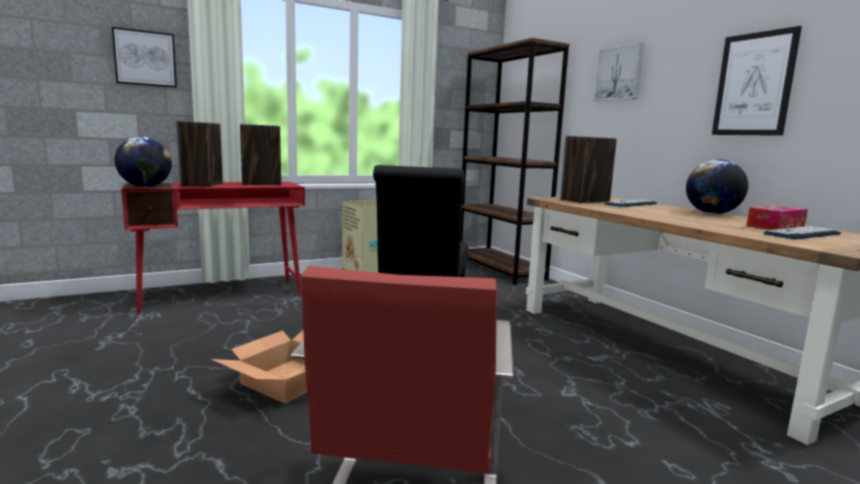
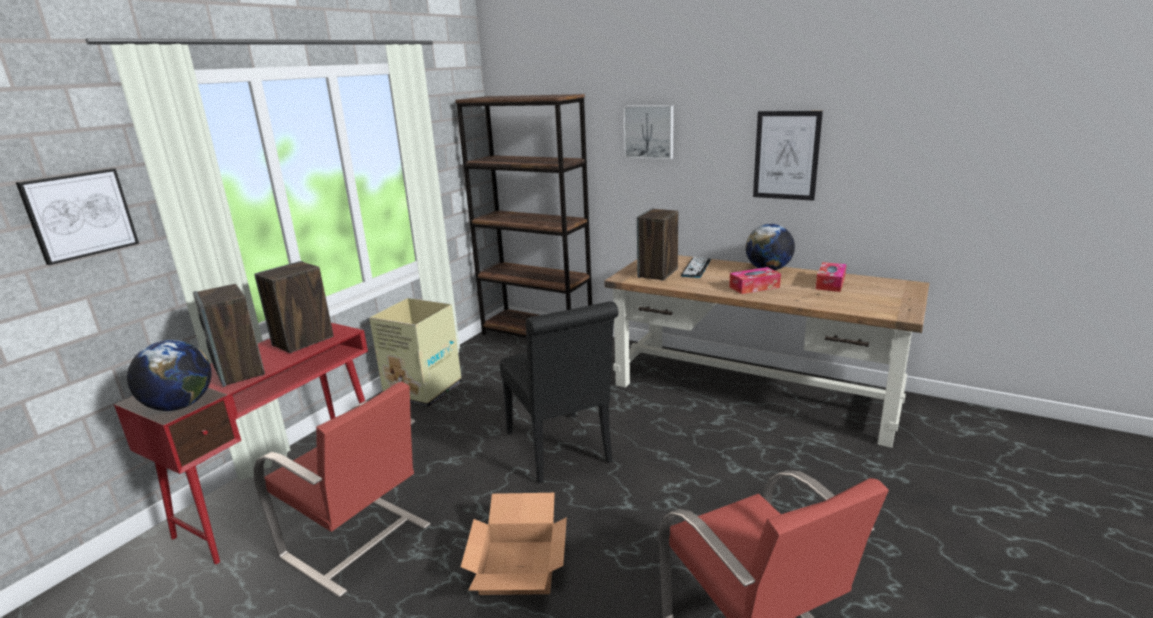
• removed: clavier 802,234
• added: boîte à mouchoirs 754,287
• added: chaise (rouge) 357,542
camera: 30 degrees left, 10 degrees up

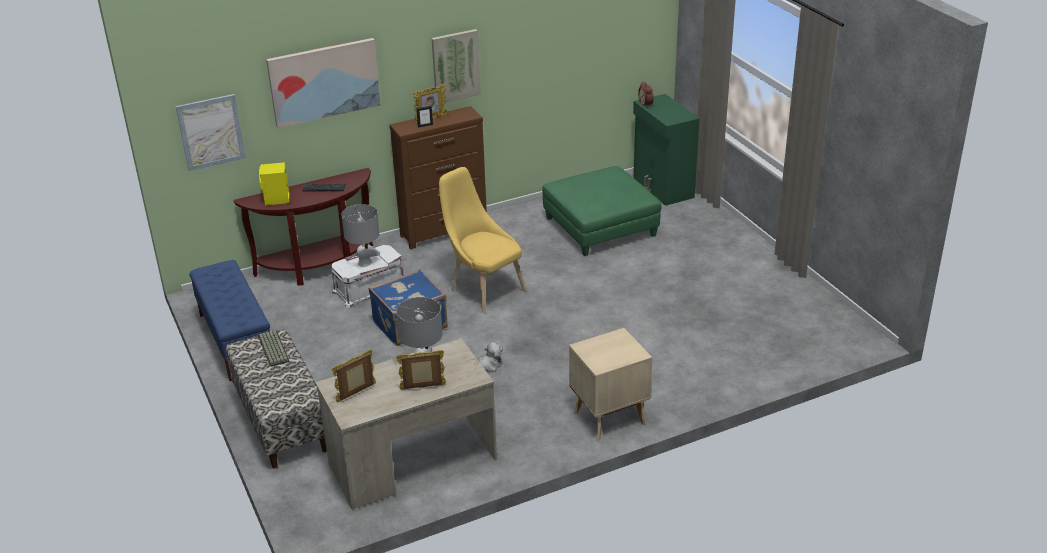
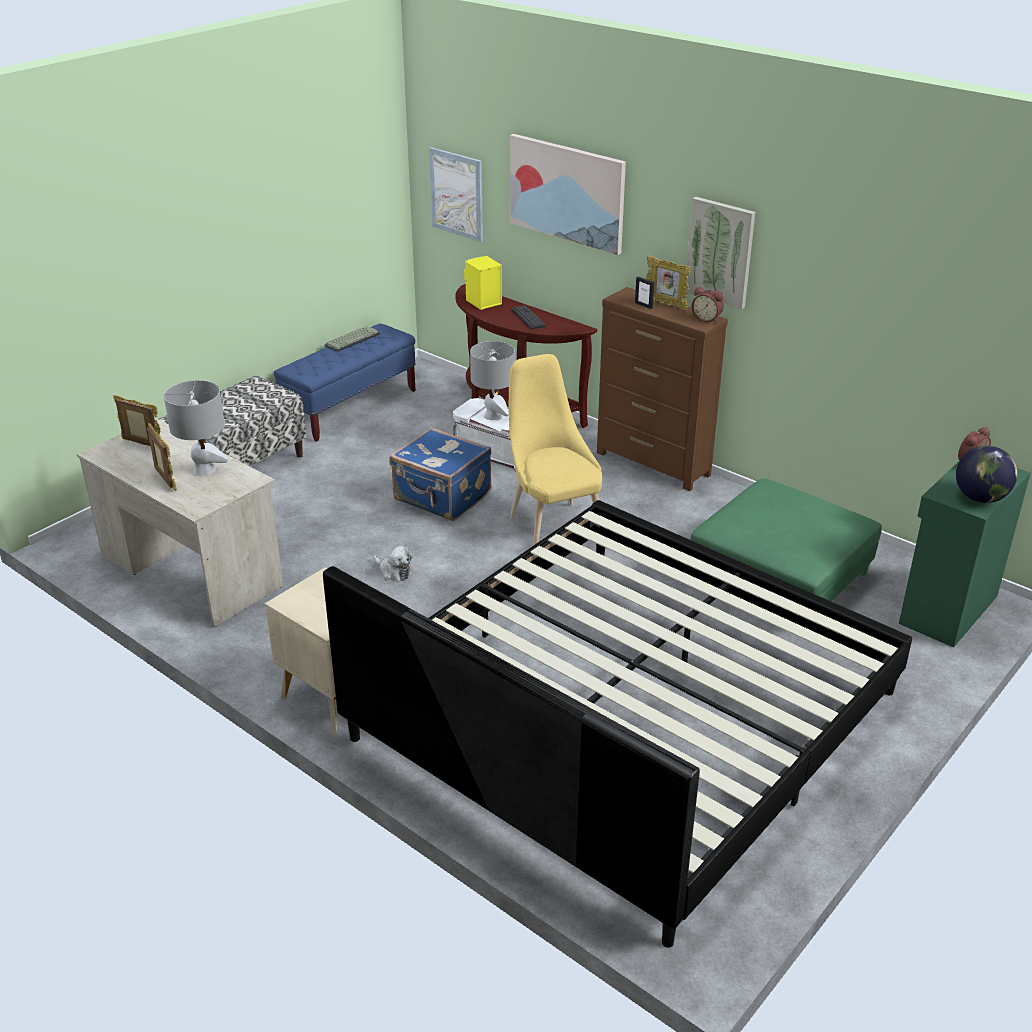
• turned: chaise (jaune) 483,289 = 552,525 45 degrees counterclockwise
• moved: clavier 272,348 to 352,339
• added: réveil 707,318
• added: globe 980,498
• added: lit 626,715
camera: 65 degrees right, 0 degrees up

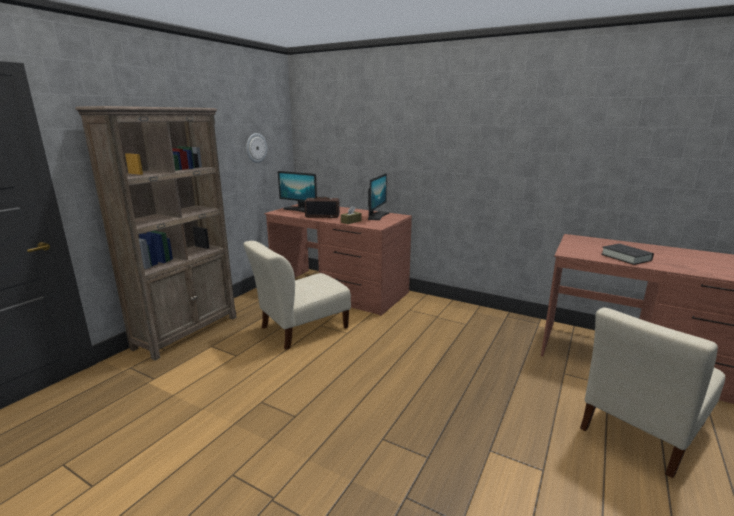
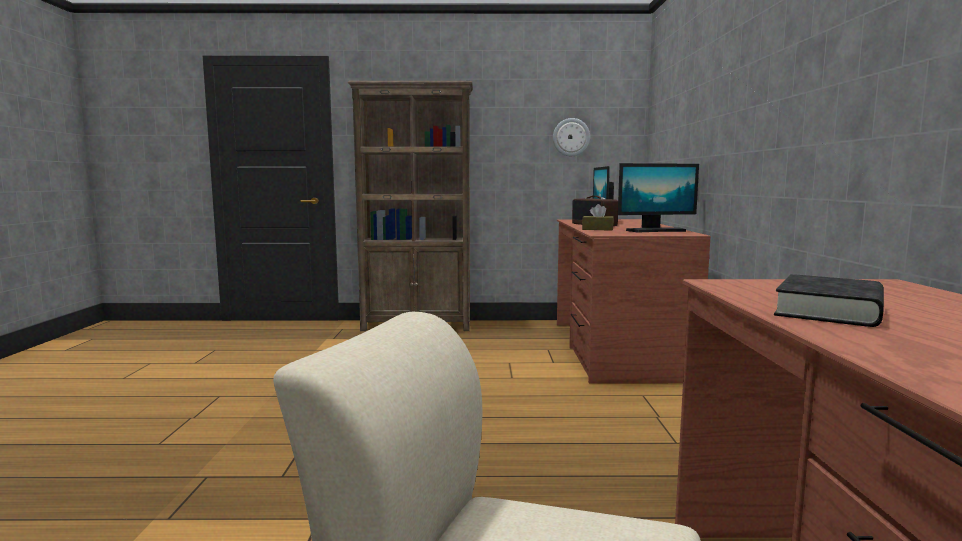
• removed: chaise (beige) 301,329
camera: 60 degrees right, 10 degrees down

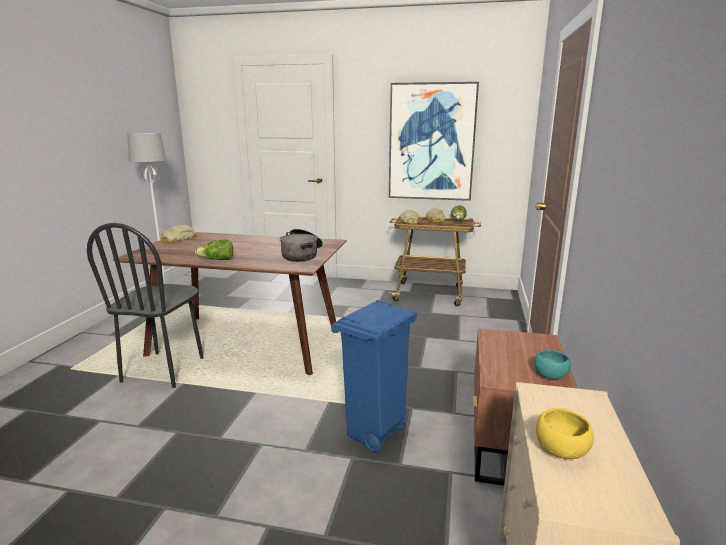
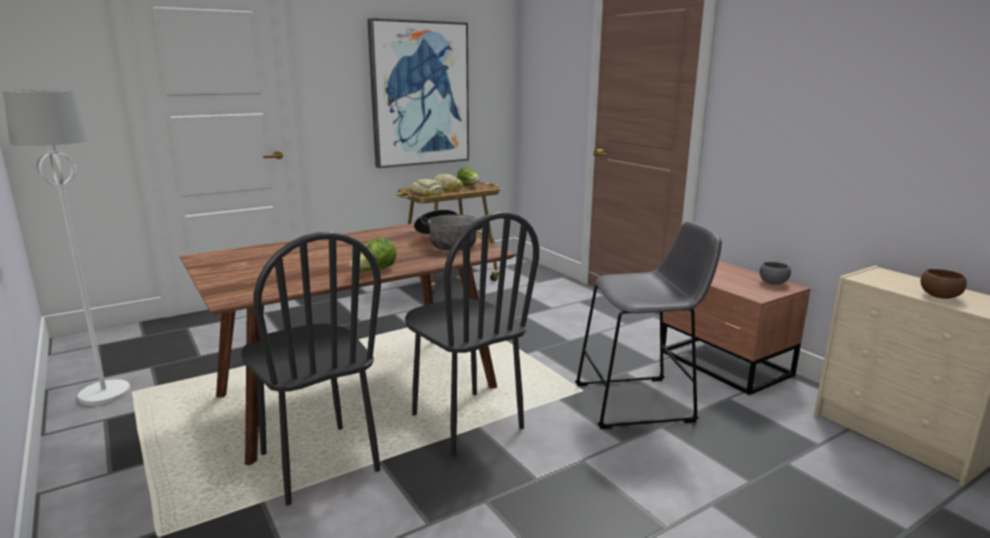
• removed: pain 178,239
• replaced: poubelle (bleu) 374,434 to tabouret (gris) 640,402
• recoloured: bol (turquoise) 551,376 to bol (gris) 773,283
• recoloured: bol (jaune) 560,451 to bol (marron) 939,297
• added: chaise (noir) 466,422
camera: 45 degrees left, 0 degrees up

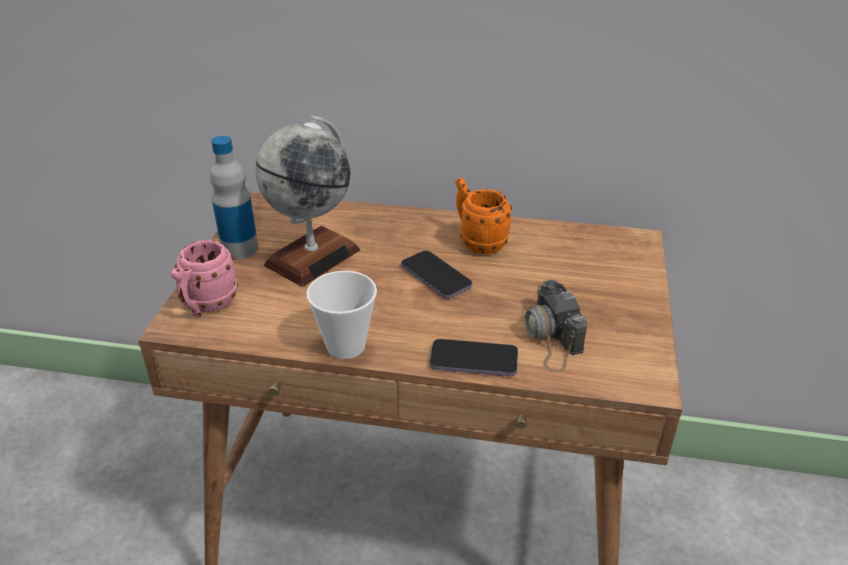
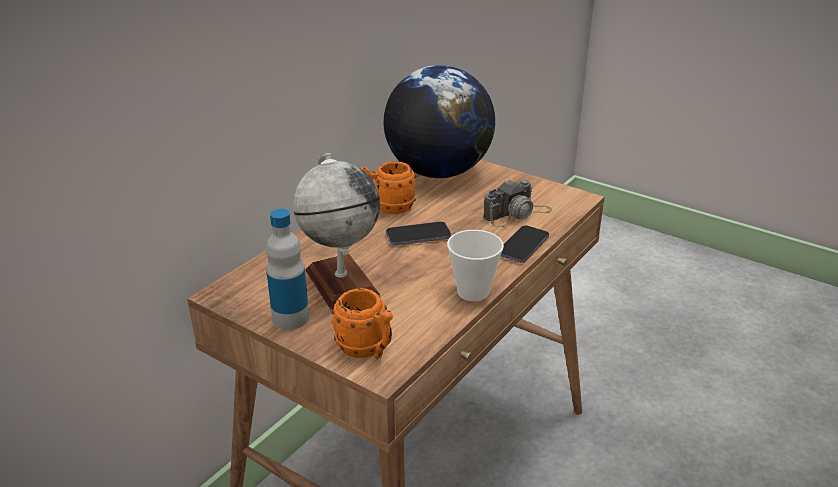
• recoloured: mug (rose) 207,306 to mug (orange) 367,350
• turned: appareil photo 550,336 = 517,214 45 degrees counterclockwise
• added: globe 438,172
camera: 65 degrees left, 5 degrees down

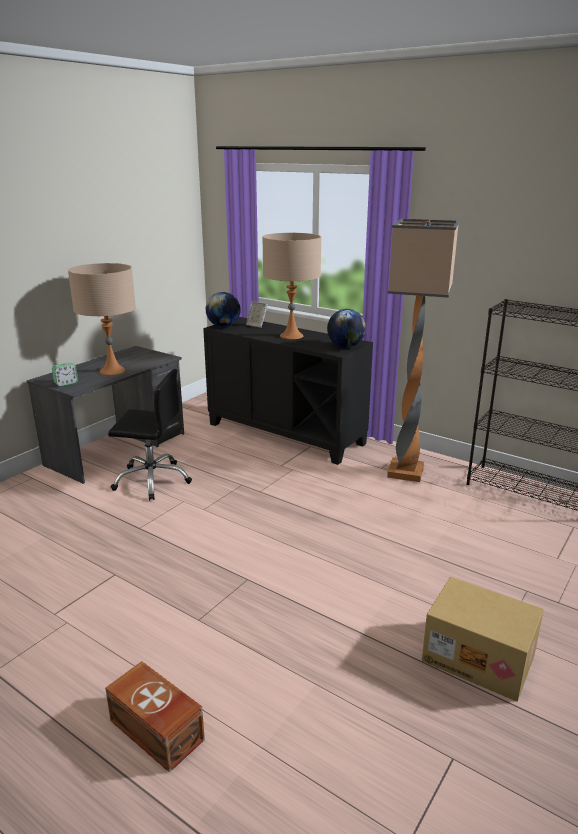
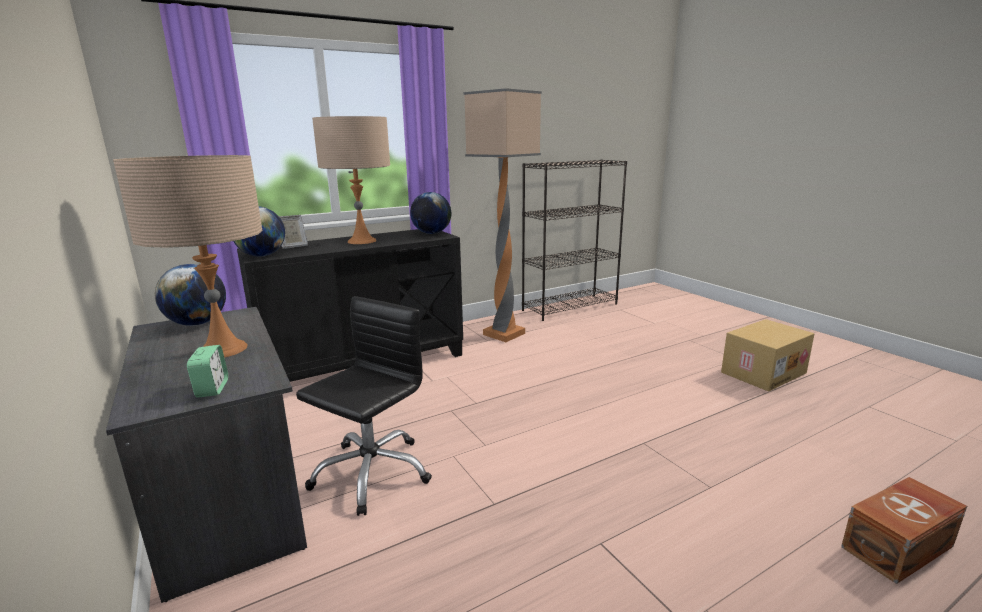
• added: globe 197,323
camera: 65 degrees left, 5 degrees down

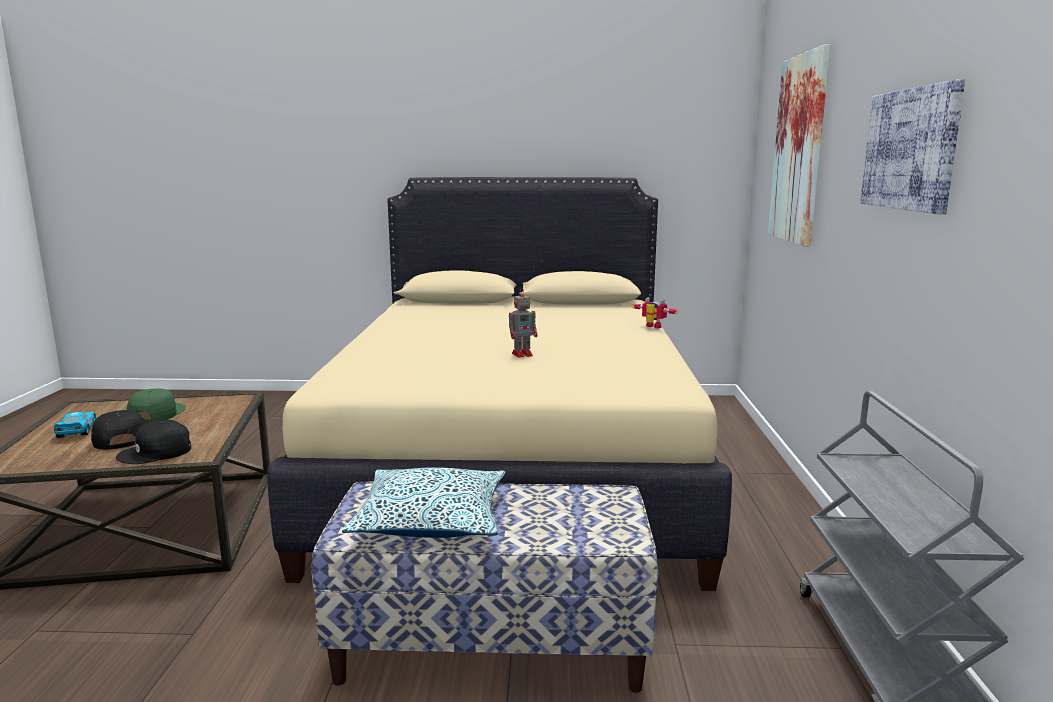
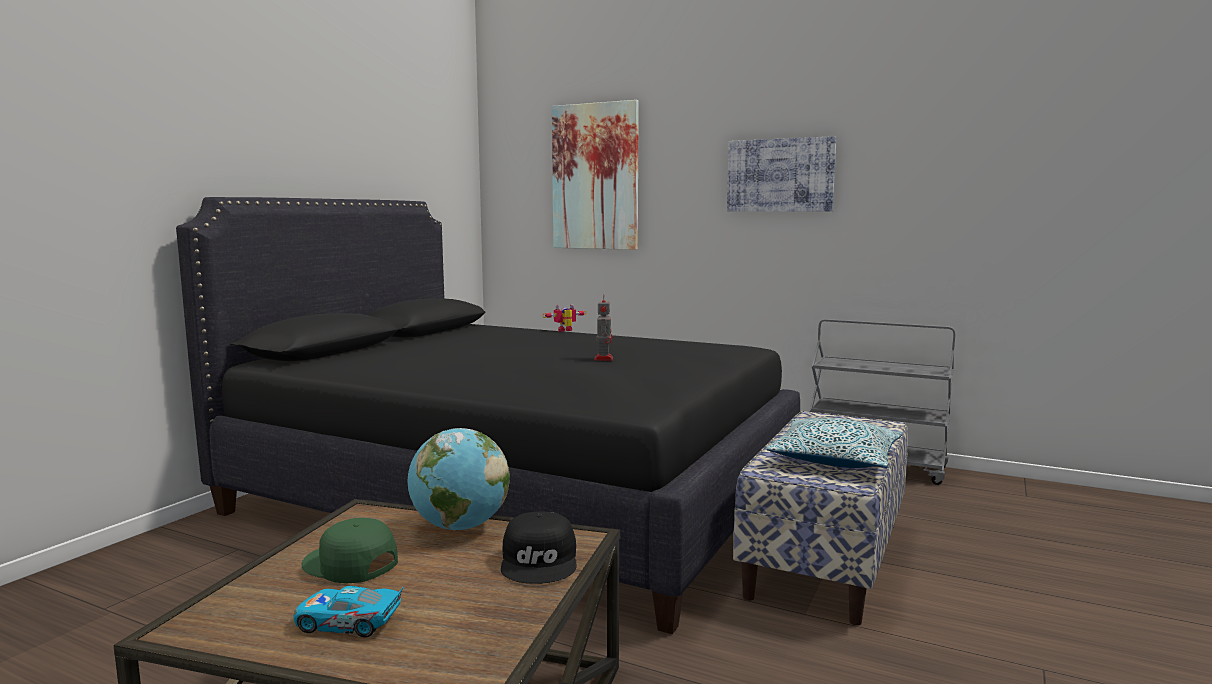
• recoloured: lit (beige) 513,464 to lit (noir) 515,497
• removed: casquette (noir) 118,438
• added: globe 459,527
camera: 65 degrees left, 5 degrees down

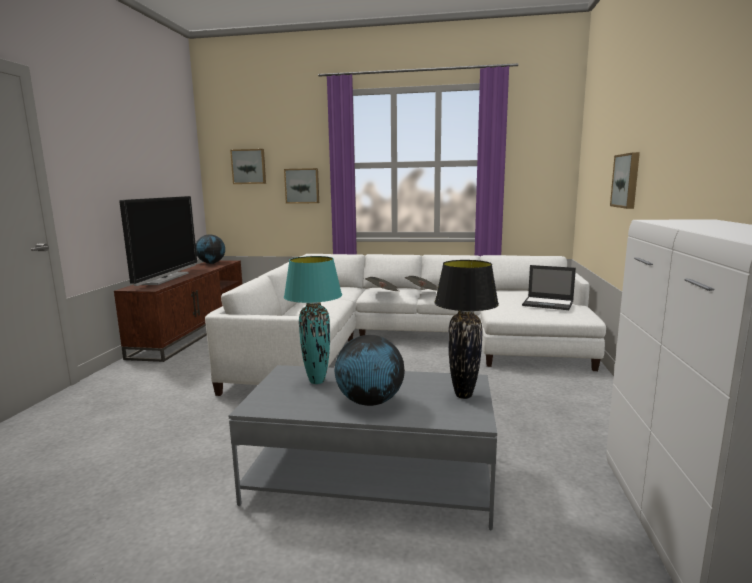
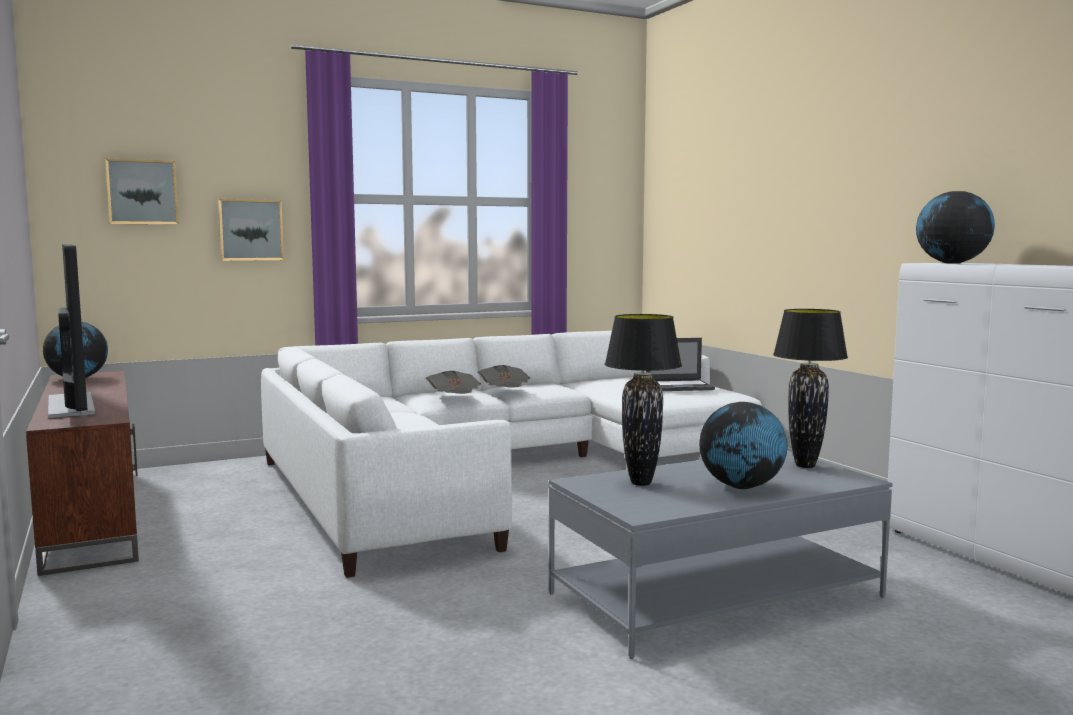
• removed: tableau 627,180
• recoloured: lampe de table (turquoise) 316,381 to lampe de table (noir) 640,483
• added: globe 952,263
camera: 35 degrees left, 5 degrees down

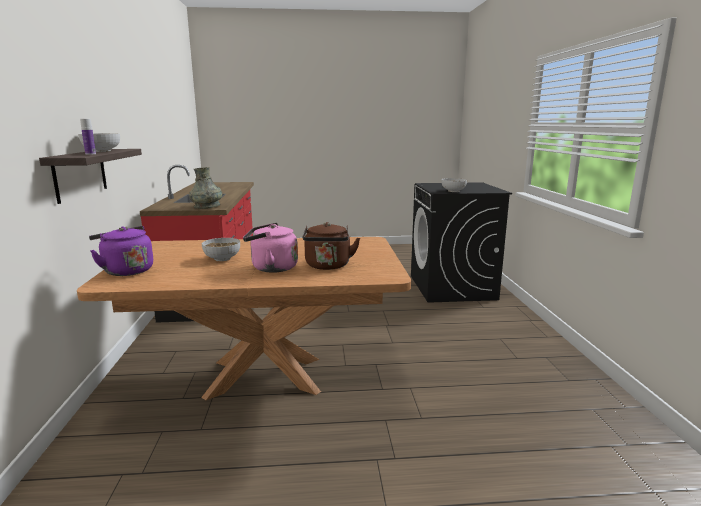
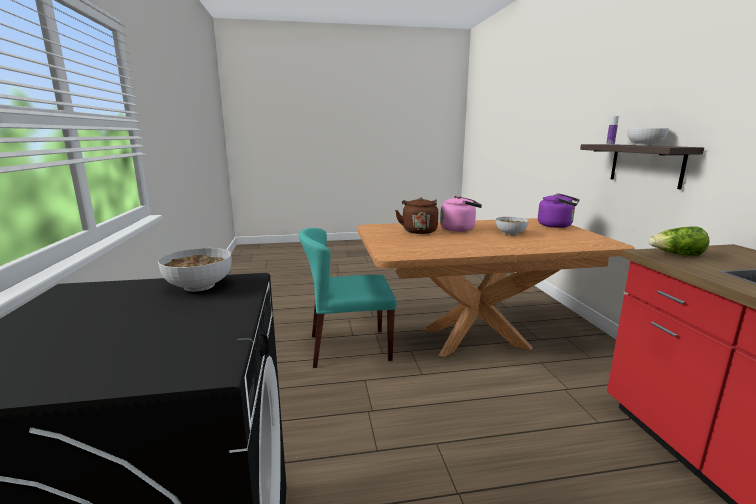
• replaced: vase (gris) 207,206 to laitue 676,255
• added: chaise (turquoise) 349,347
camera: 175 degrees right, 0 degrees up

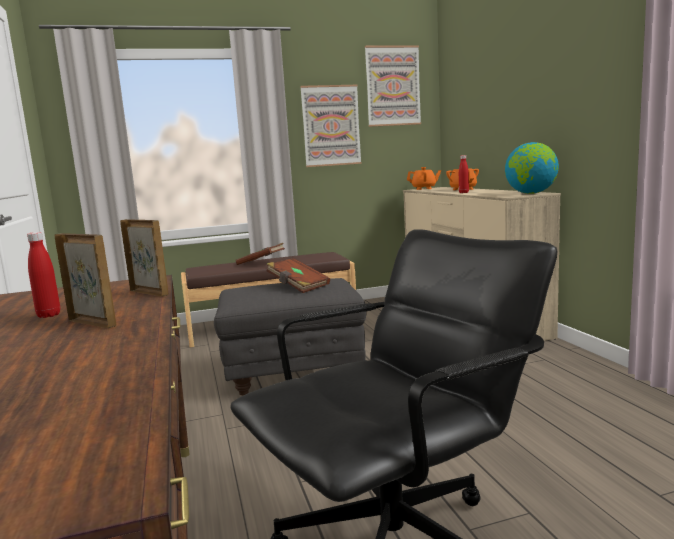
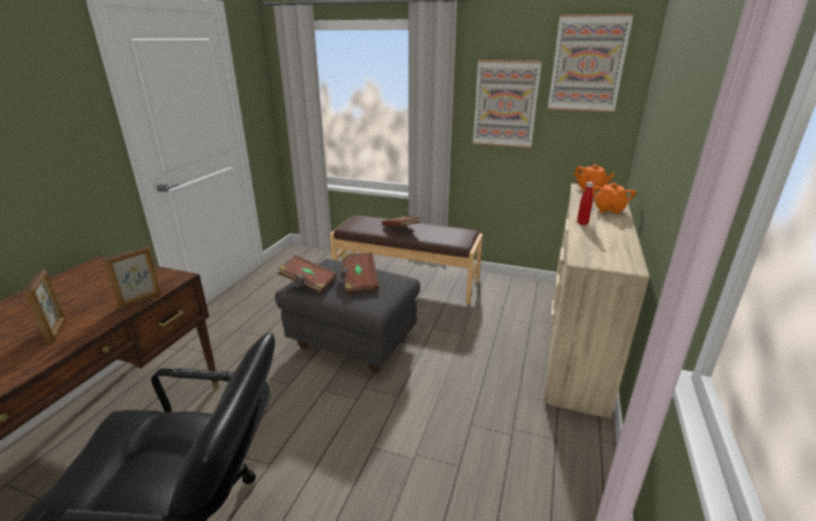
• removed: globe 530,193
• turned: cadre photo 149,293 = 141,299 60 degrees clockwise
• removed: bouteille (rouge) 48,315
• added: livre (marron) 308,283
camera: 35 degrees right, 15 degrees up

